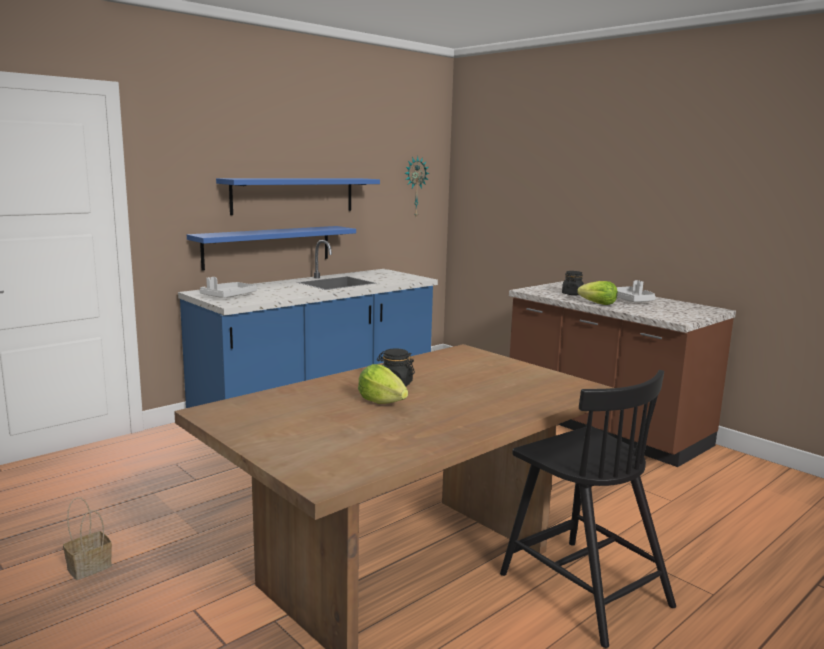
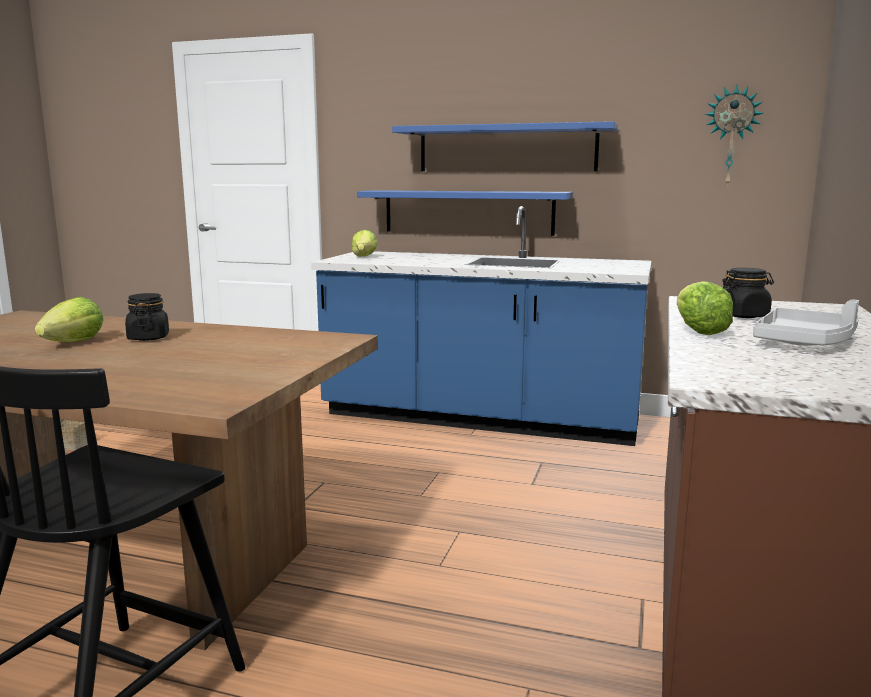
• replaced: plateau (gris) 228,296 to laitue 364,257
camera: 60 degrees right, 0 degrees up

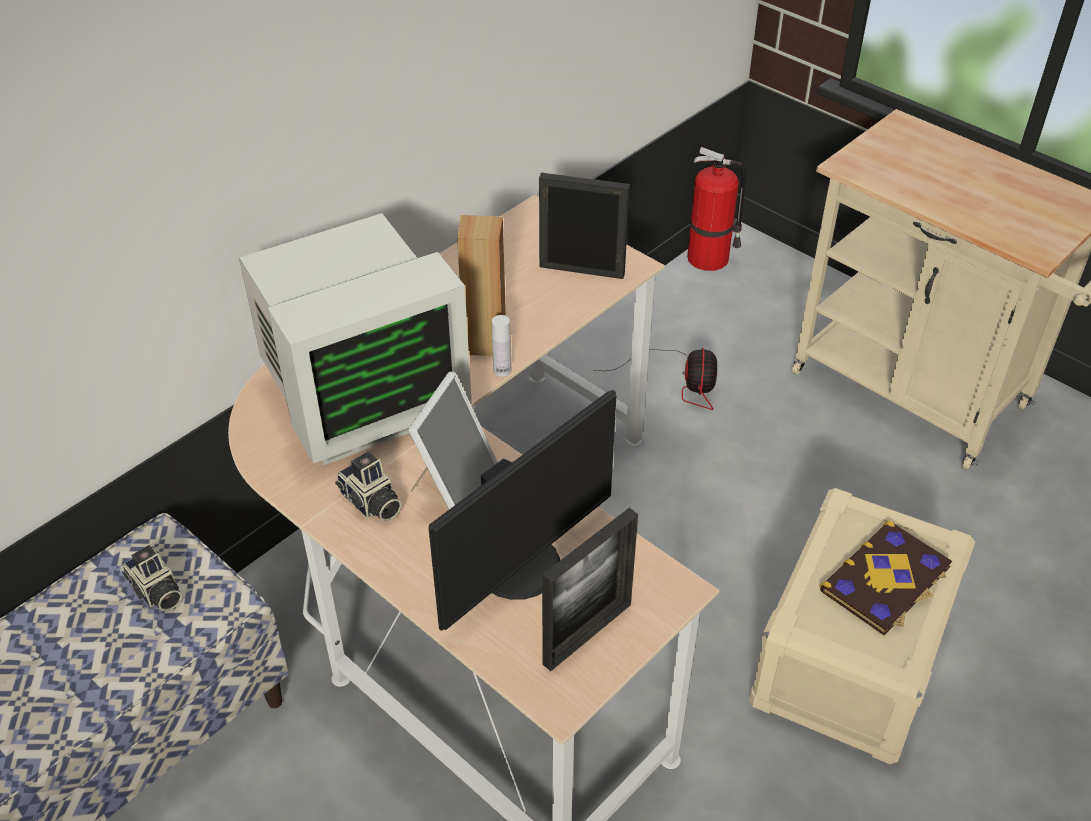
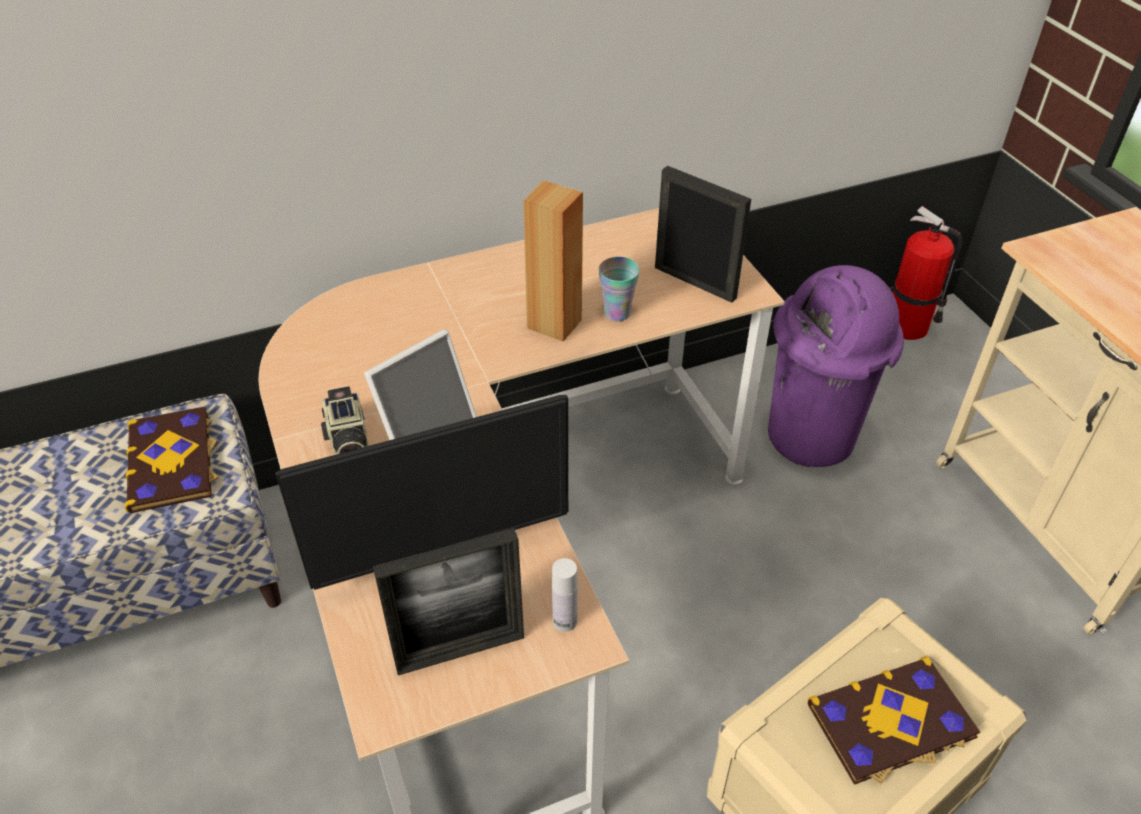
• removed: écran d'ordinateur 361,397
• moved: bouteille (blanc) 502,370 to 565,621
• replaced: ventilateur 680,382 to poubelle (violet) 812,437
• replaced: appareil photo 156,592 to livre 172,461
• added: tasse 617,313
camera: 25 degrees right, 0 degrees up

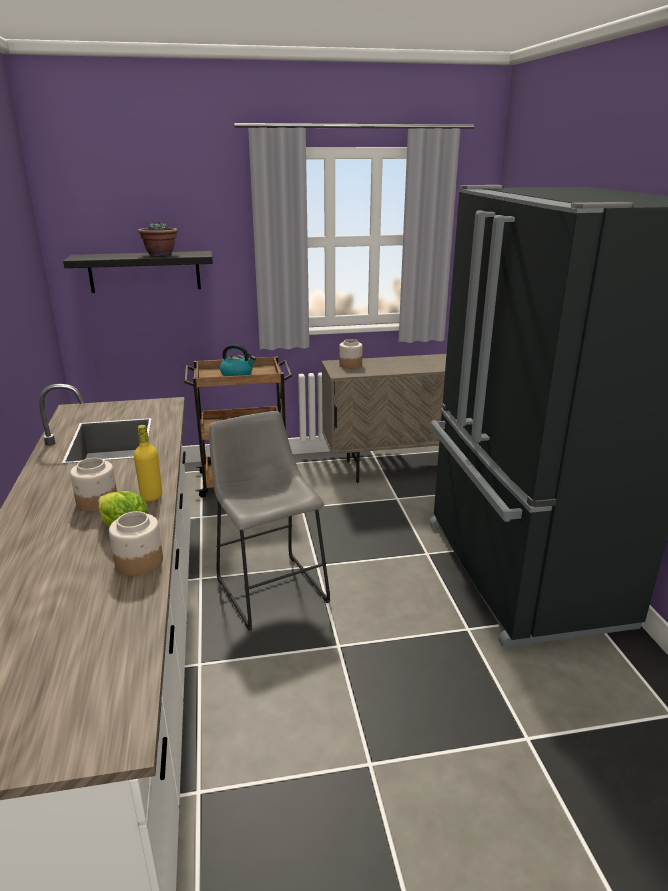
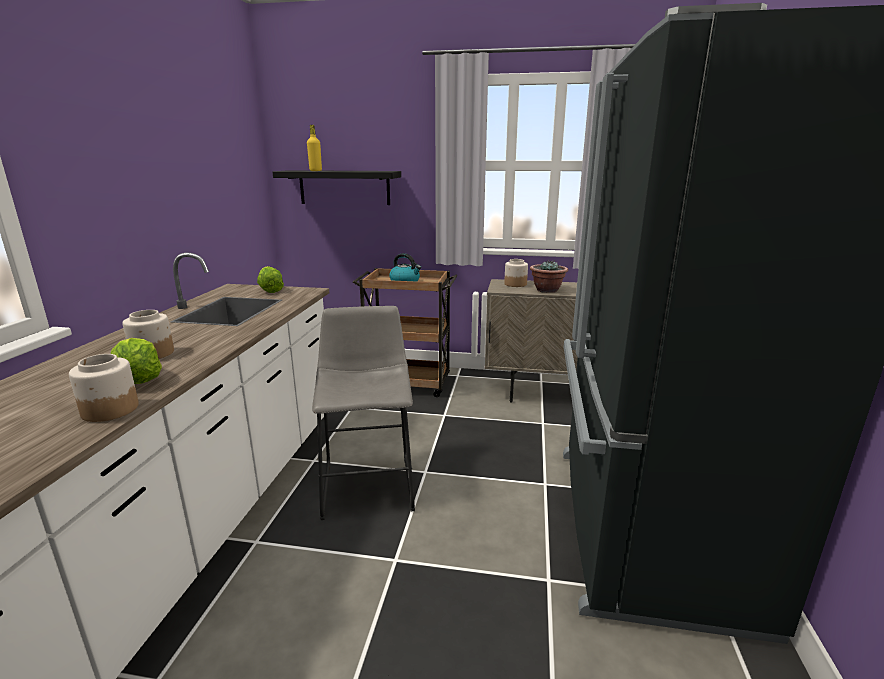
• moved: plante en pot 160,254 to 547,290
• moved: bouteille (jaune) 151,496 to 315,171
• added: laitue 270,290
camera: 20 degrees right, 5 degrees down

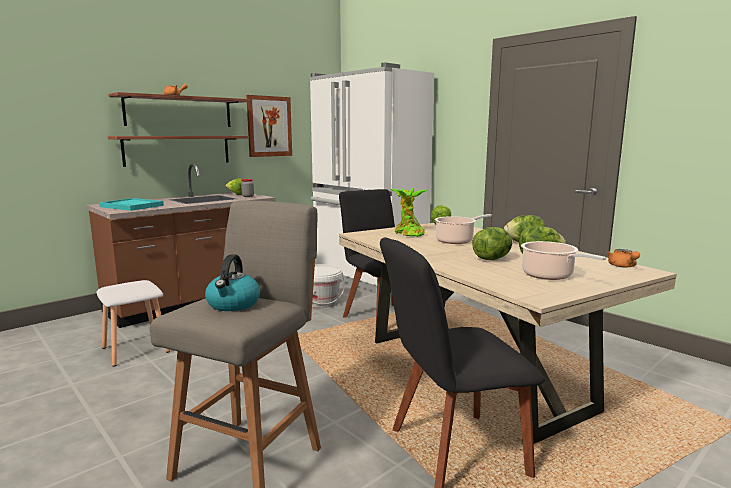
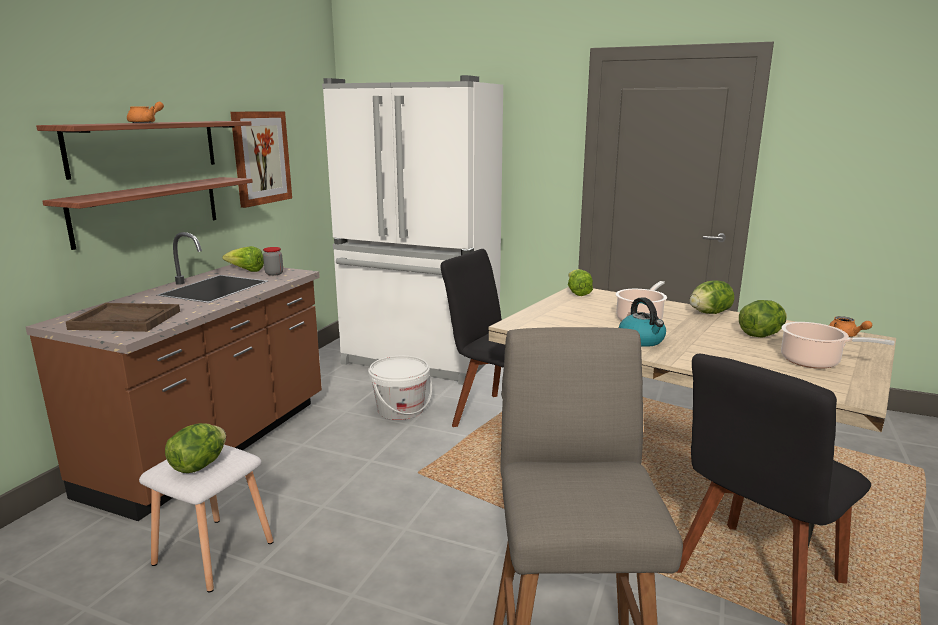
• removed: plante en pot 408,234
• recoloured: plateau (turquoise) 132,206 to plateau (marron) 126,320
• moved: laitue 492,259 to 199,465
• moved: bouilloire 233,304 to 642,340
camera: 25 degrees left, 5 degrees up

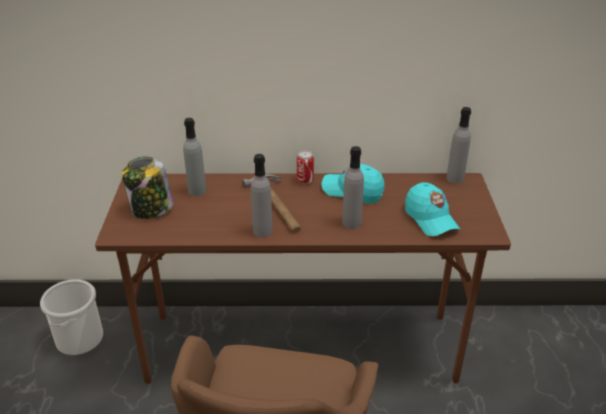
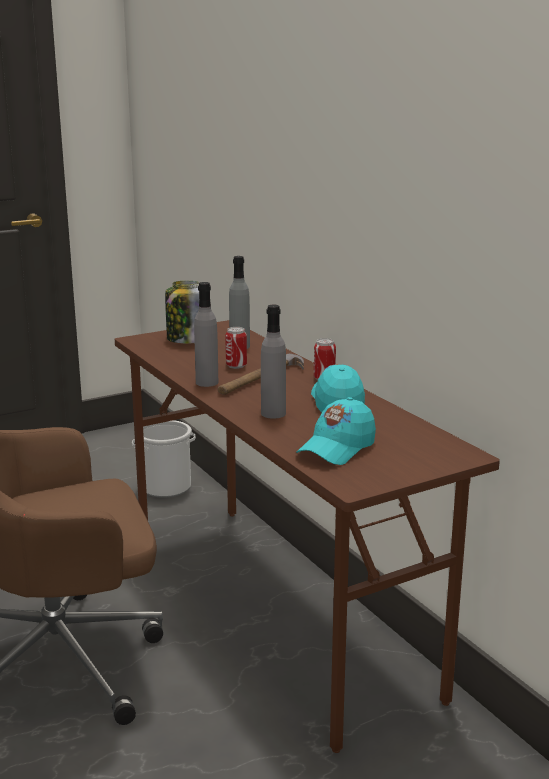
• removed: bouteille (gris) 455,178
• added: boîte métallique 236,366
camera: 60 degrees right, 15 degrees down

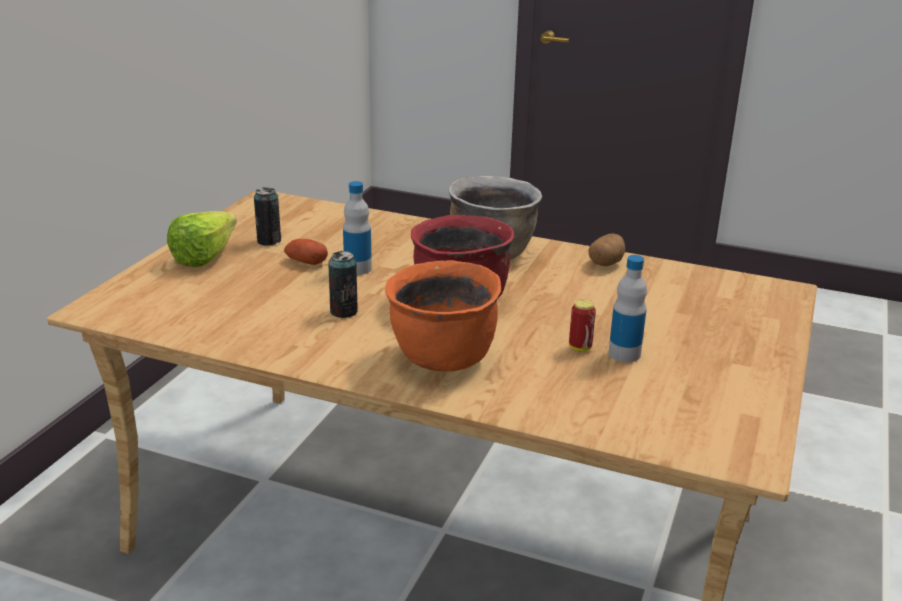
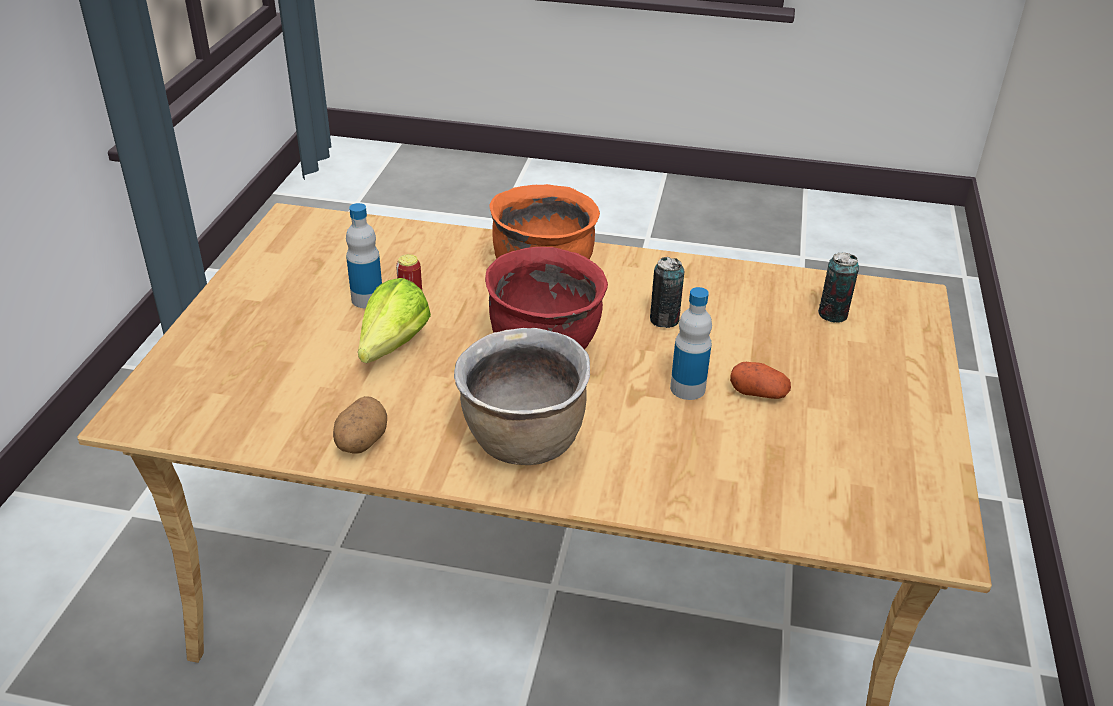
• moved: boîte métallique 269,241 to 833,314
• moved: laitue 210,255 to 387,351
camera: 170 degrees right, 10 degrees up

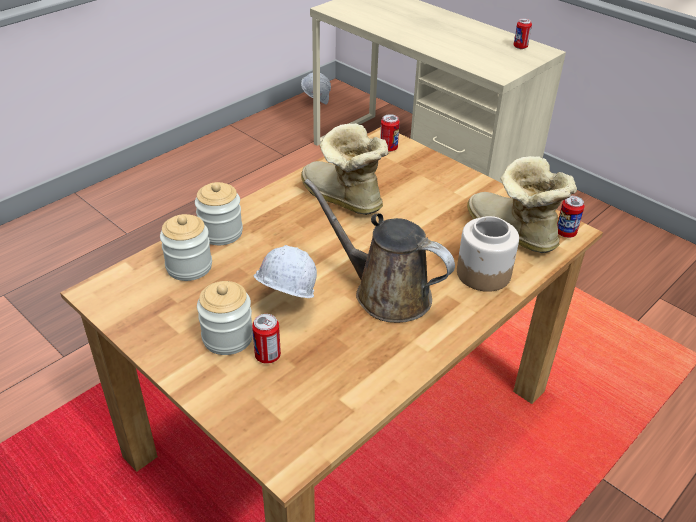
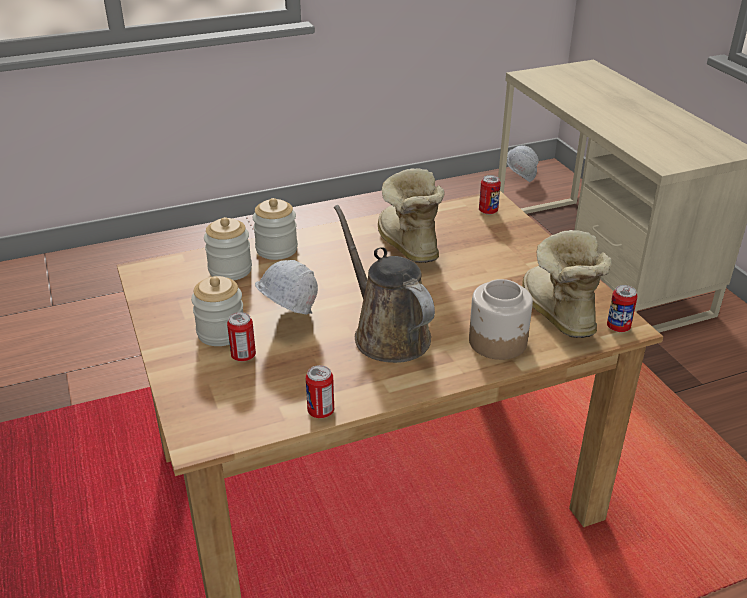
• moved: boîte métallique 520,47 to 321,411
camera: 25 degrees right, 5 degrees down

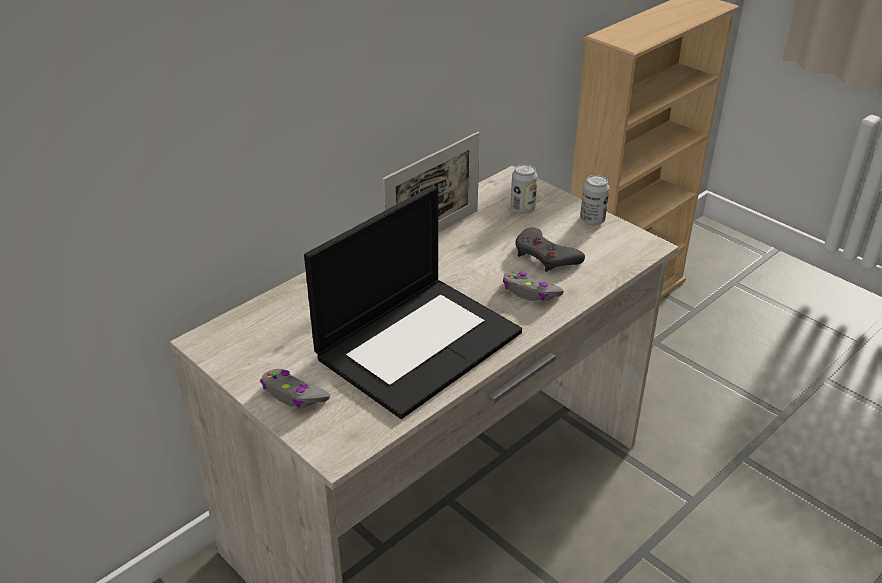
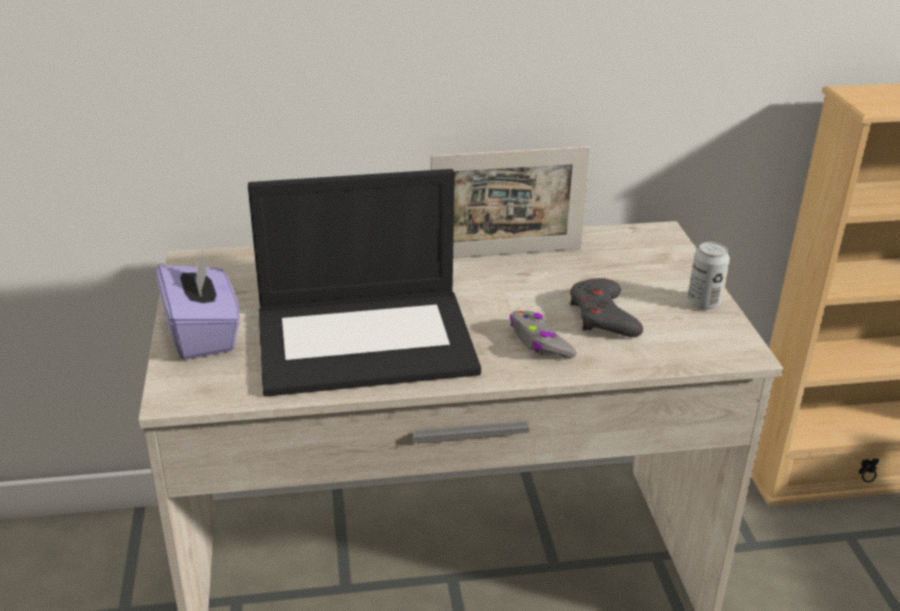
• removed: boîte métallique 522,209
• replaced: manette (gris) 293,395 to boîte à mouchoirs (violet) 203,334
camera: 35 degrees right, 5 degrees down

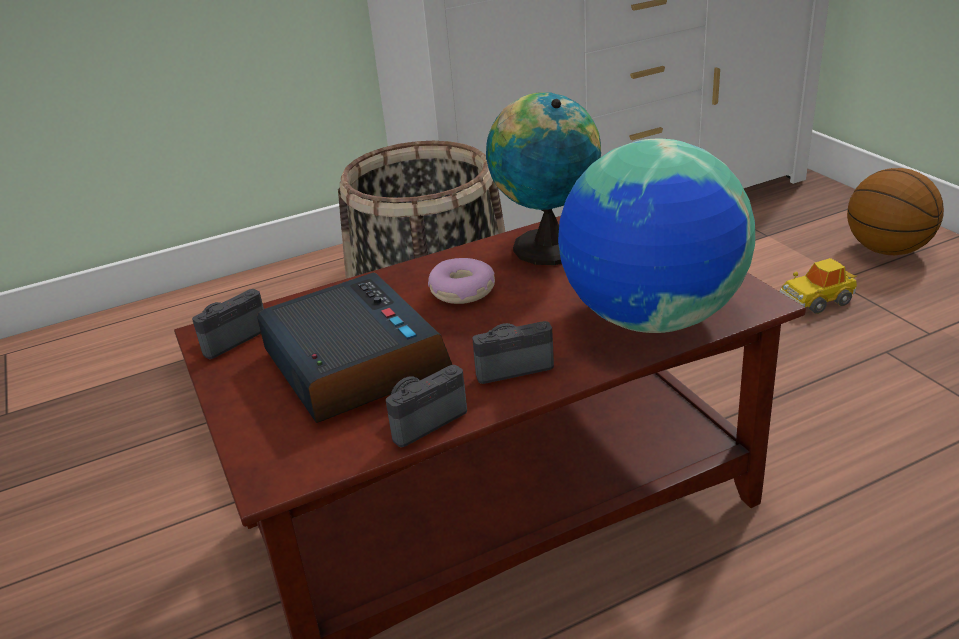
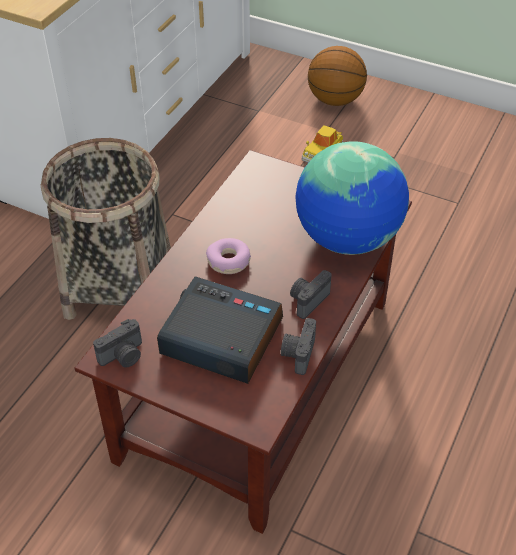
• removed: globe 545,245
• turned: appareil photo 230,338 = 123,356 135 degrees counterclockwise
camera: 40 degrees left, 15 degrees up

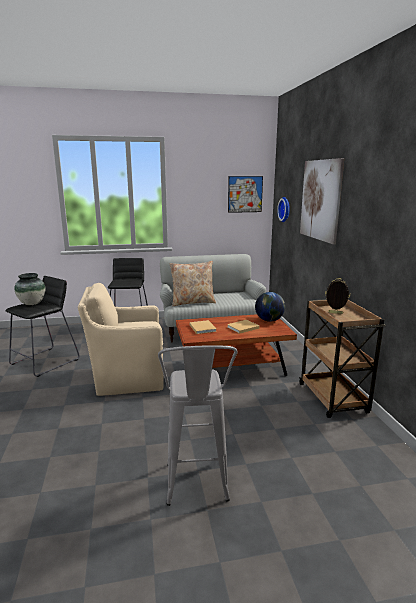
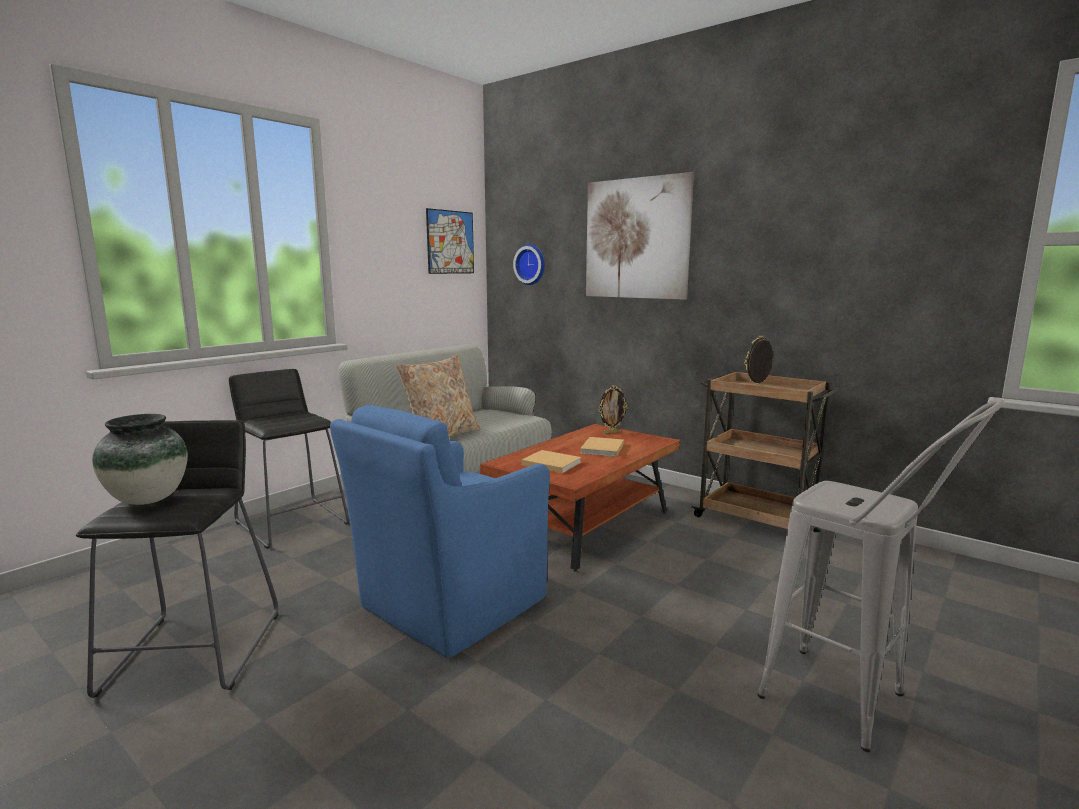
• recoloured: fauteuil (beige) 127,378 to fauteuil (bleu) 449,605
• replaced: globe 269,320 to cadre photo 611,432
camera: 40 degrees left, 5 degrees down

